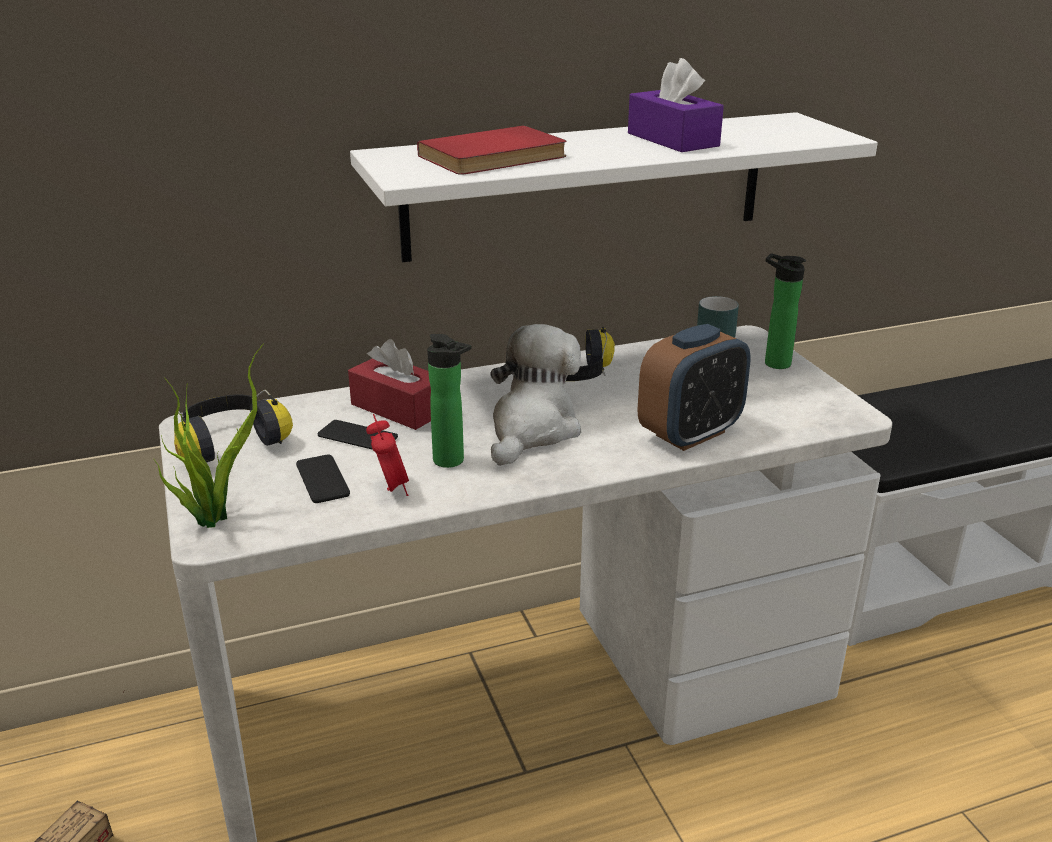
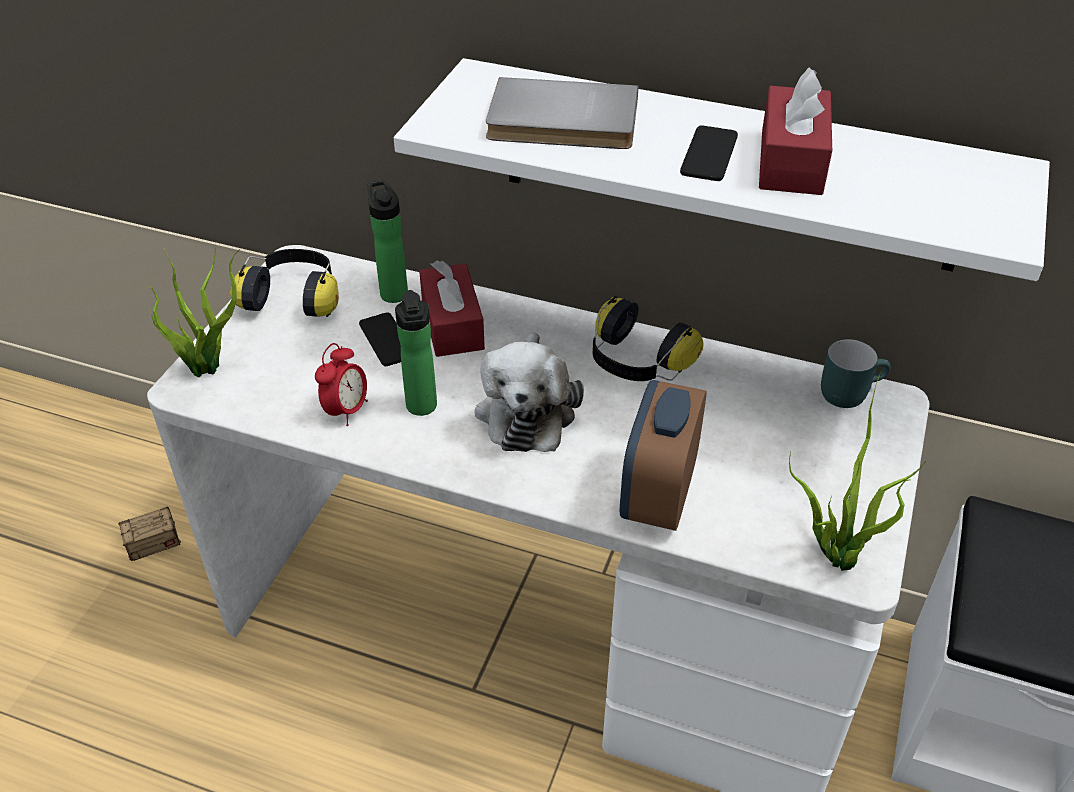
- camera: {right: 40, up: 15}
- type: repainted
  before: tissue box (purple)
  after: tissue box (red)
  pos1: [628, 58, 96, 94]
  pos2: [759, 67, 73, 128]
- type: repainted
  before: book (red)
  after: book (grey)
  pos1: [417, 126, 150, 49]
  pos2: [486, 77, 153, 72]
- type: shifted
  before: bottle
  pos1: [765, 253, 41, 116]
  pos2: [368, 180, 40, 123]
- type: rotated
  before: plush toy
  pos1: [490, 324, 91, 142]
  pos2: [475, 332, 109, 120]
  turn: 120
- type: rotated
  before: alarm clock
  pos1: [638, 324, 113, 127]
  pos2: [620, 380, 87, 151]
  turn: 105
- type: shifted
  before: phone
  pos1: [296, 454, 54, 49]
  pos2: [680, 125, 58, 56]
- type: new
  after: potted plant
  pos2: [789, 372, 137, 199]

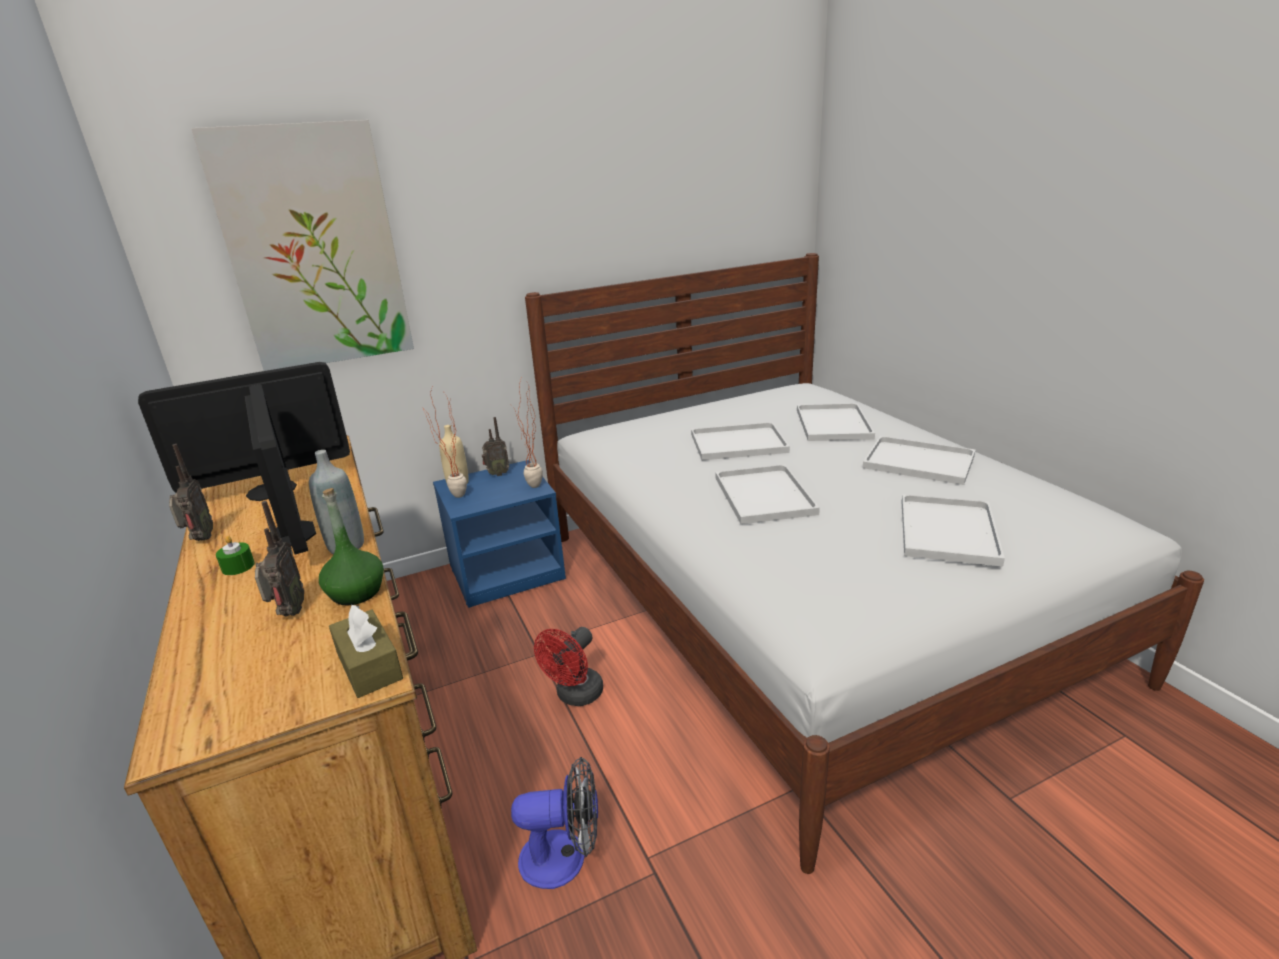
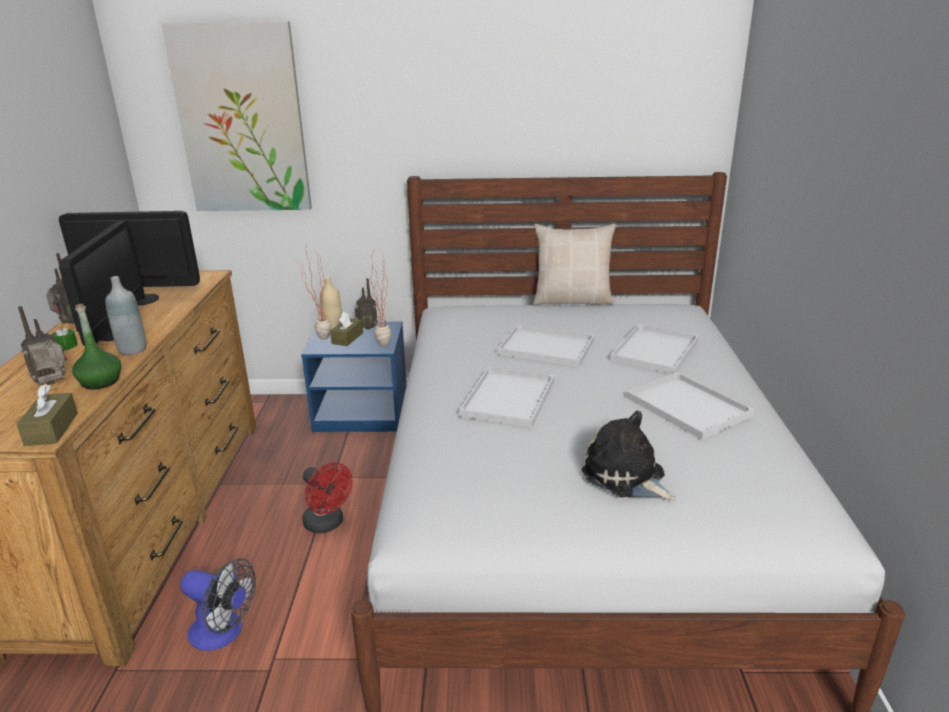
- camera: {right: 25, up: 0}
- type: swapped
  before: tray (white)
  after: plush toy
  pos1: [901, 494, 104, 72]
  pos2: [581, 411, 95, 89]
- type: rotated
  before: radio
  pos1: [255, 501, 49, 115]
  pos2: [18, 306, 49, 79]
  turn: -150
- type: rotated
  before: fan (red)
  pos1: [534, 627, 69, 79]
  pos2: [302, 462, 51, 72]
  turn: -105
- type: new
  after: pillow (beige)
  pos2: [533, 224, 83, 81]
- type: new
  after: tissue box (brown)
  pos2: [330, 312, 33, 34]

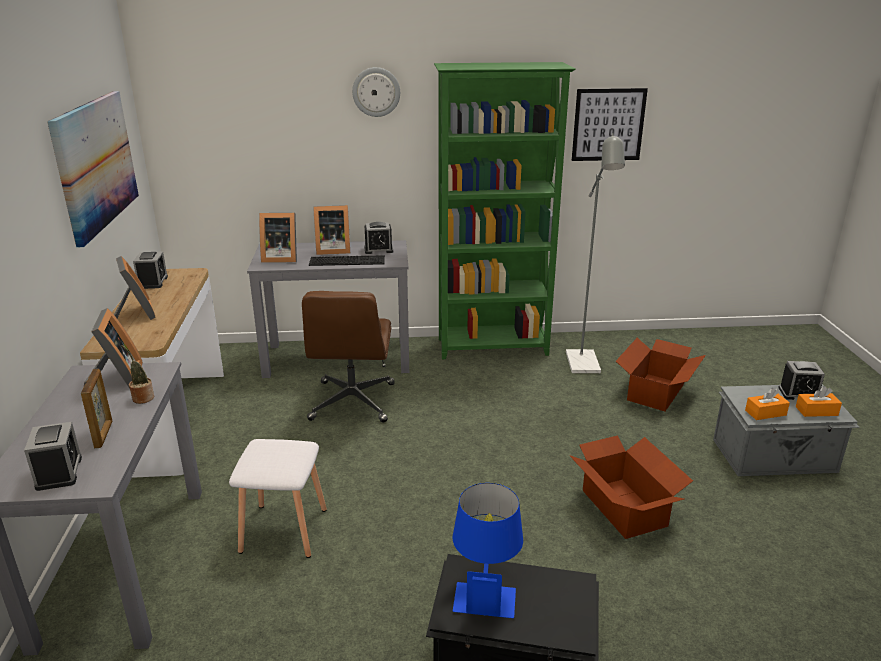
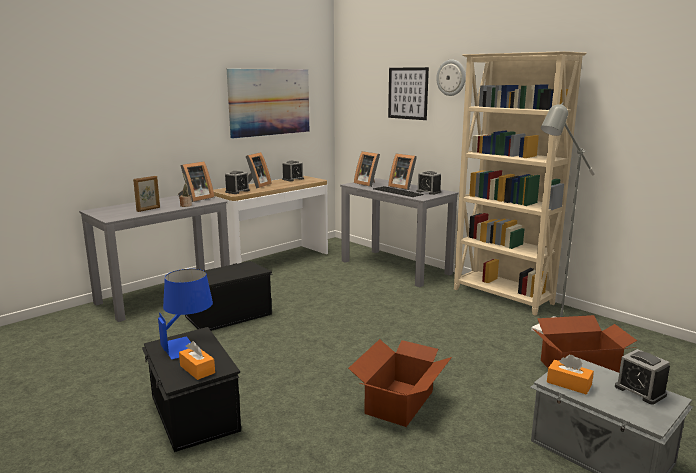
- camera: {right: 50, up: -10}
- type: repainted
  before: bookcase (green)
  after: bookcase (beige)
  pos1: [434, 62, 142, 297]
  pos2: [454, 51, 133, 265]
- type: shifted
  before: picture
  pos1: [572, 88, 76, 73]
  pos2: [388, 67, 41, 53]
- type: gone
  before: office chair (brown)
  pos1: [302, 291, 93, 131]
- type: shifted
  before: tissue box (orange)
  pos1: [796, 386, 46, 31]
  pos2: [179, 341, 36, 39]
- type: shifted
  before: alarm clock
  pos1: [24, 422, 58, 69]
  pos2: [225, 171, 25, 23]
- type: swapped
  before: stool (white)
  after: storage box (black)
  pos1: [229, 439, 98, 119]
  pos2: [185, 261, 88, 70]

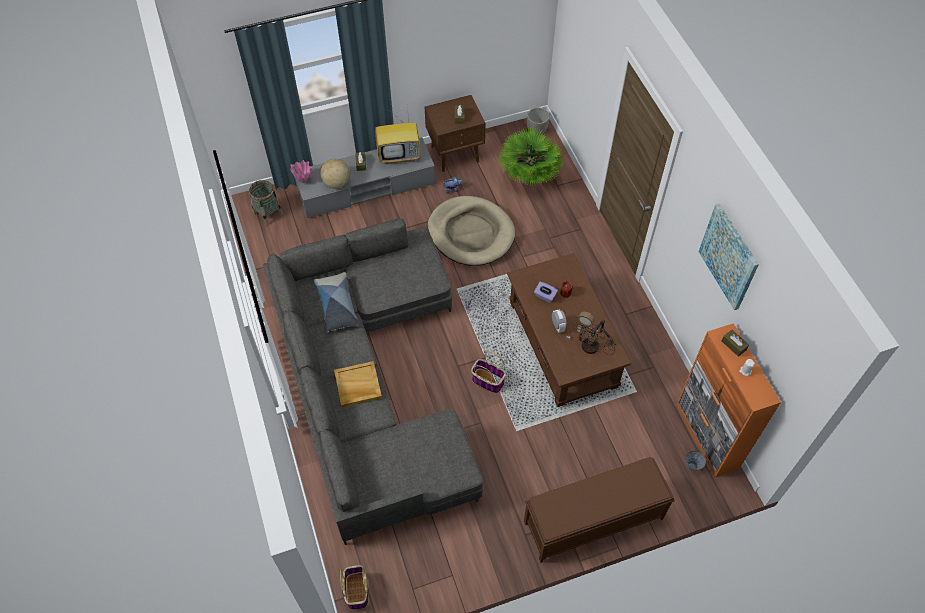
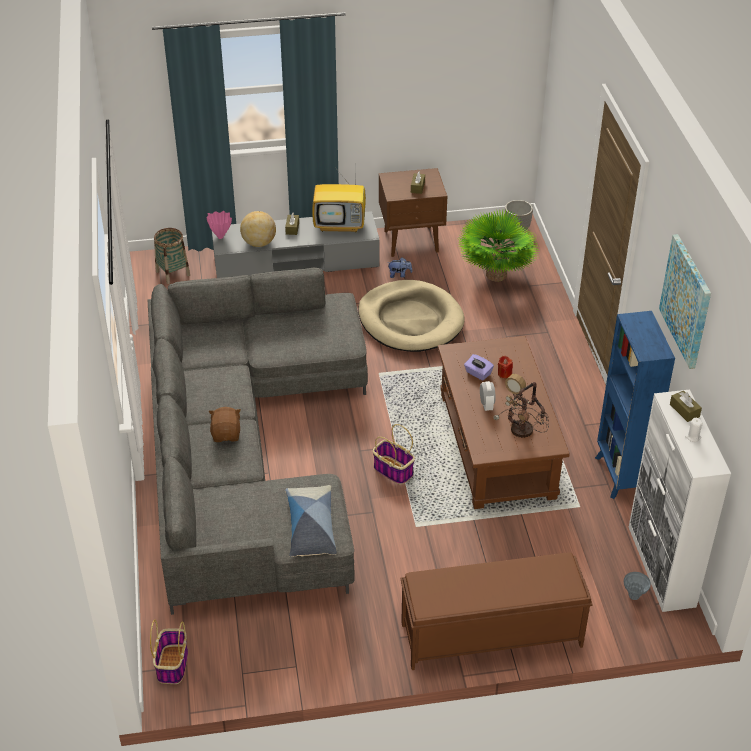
- camera: {right: 10, up: -15}
- type: shifted
  before: pillow
  pos1: [314, 272, 45, 60]
  pos2: [285, 485, 52, 72]
- type: repainted
  before: cabinet (orange)
  after: cabinet (white)
  pos1: [676, 323, 105, 154]
  pos2: [629, 389, 102, 223]
- type: swapped
  before: tray (beige)
  after: plush toy (brown)
  pos1: [334, 361, 48, 47]
  pos2: [208, 407, 33, 35]
- type: new
  after: bookcase (blue)
  pos2: [595, 311, 80, 188]

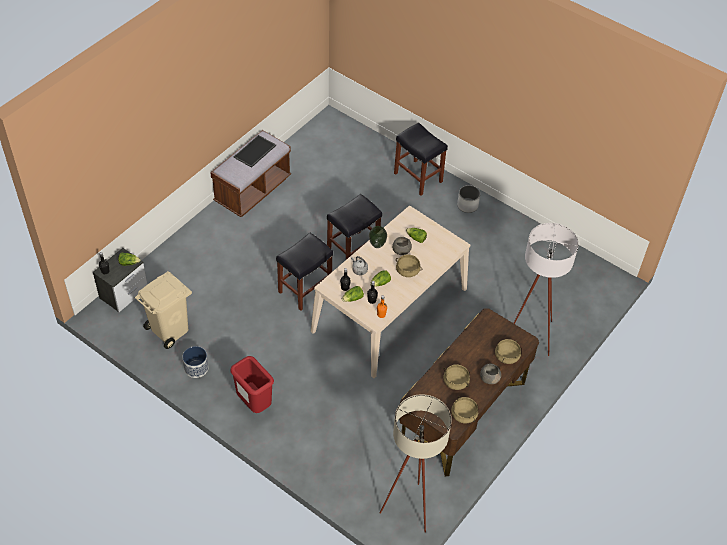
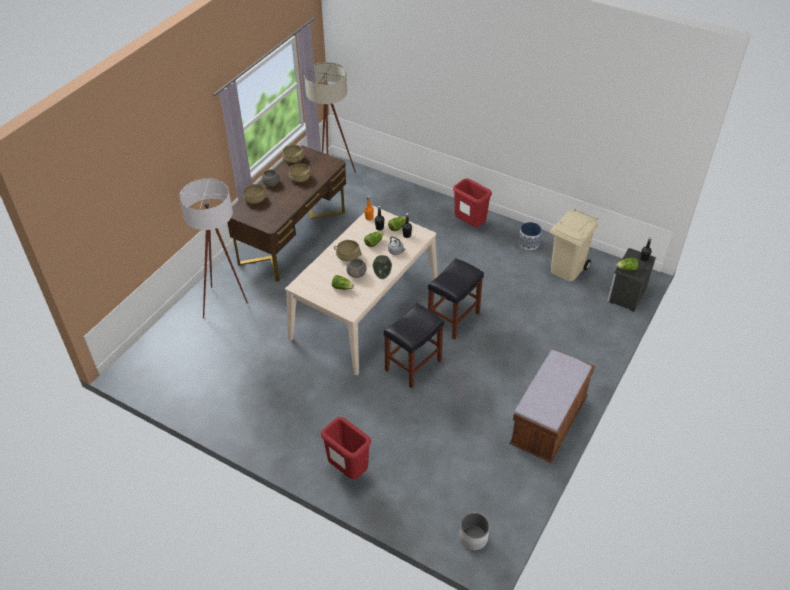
- camera: {right: 175, up: -5}
- type: swapped
  before: stool (black)
  after: trash can (red)
  pos1: [394, 123, 54, 73]
  pos2: [321, 417, 50, 62]
- type: gone
  before: tray
  pos1: [234, 135, 42, 33]
- type: shifted
  before: planter (white)
  pos1: [457, 185, 23, 28]
  pos2: [459, 513, 31, 38]

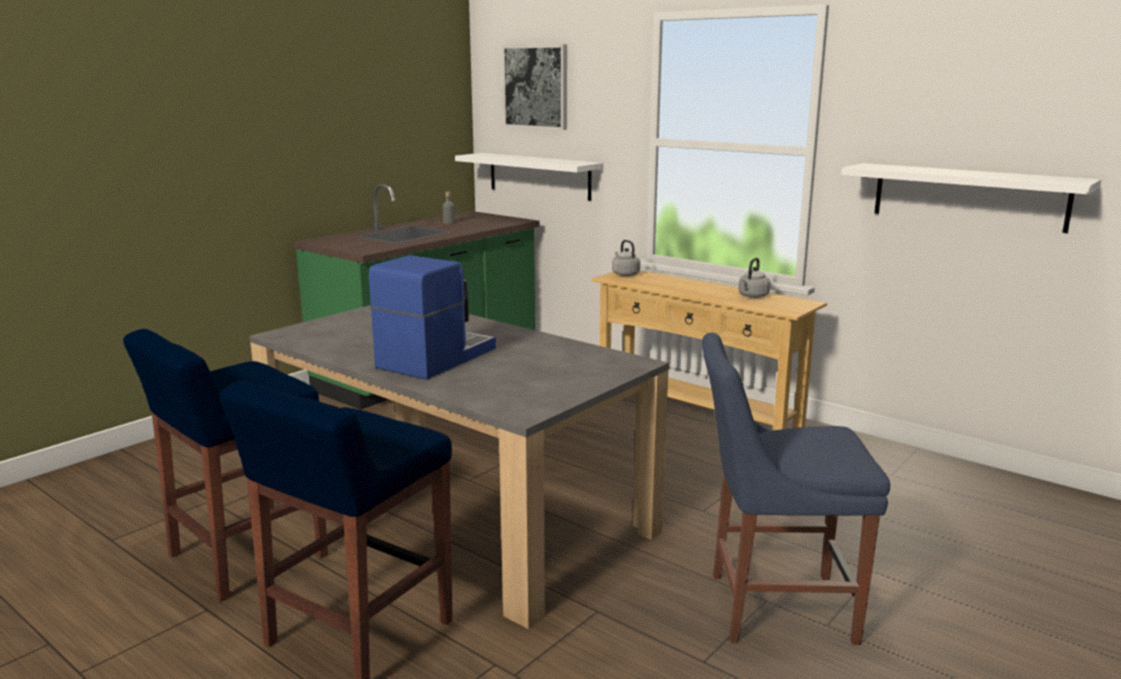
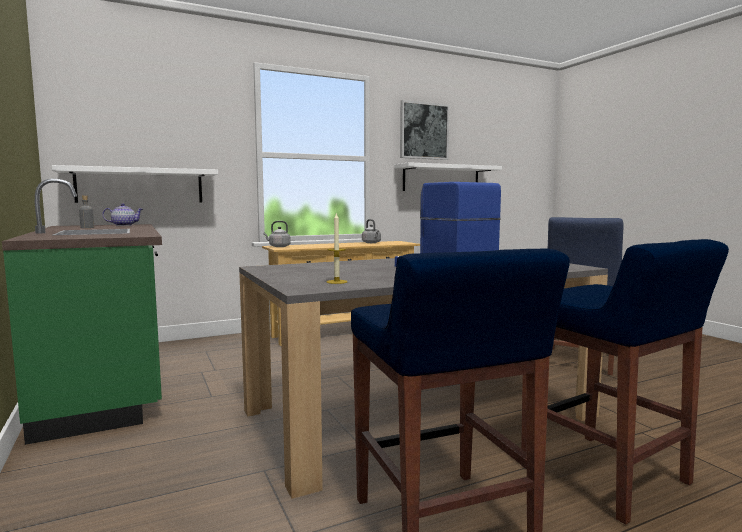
- camera: {right: -65, up: -10}
- type: shifted
  before: picture
  pos1: [502, 44, 65, 86]
  pos2: [400, 100, 49, 60]
- type: new
  after: teapot
  pos2: [102, 203, 41, 23]
- type: new
  after: candle
  pos2: [326, 213, 21, 71]

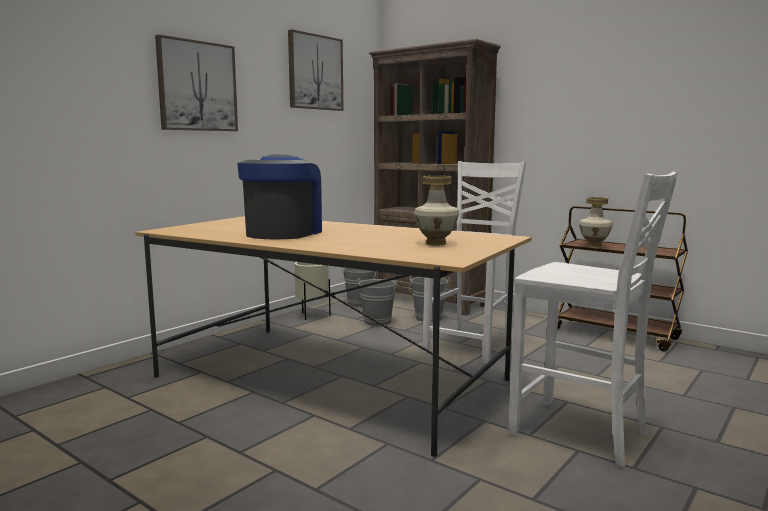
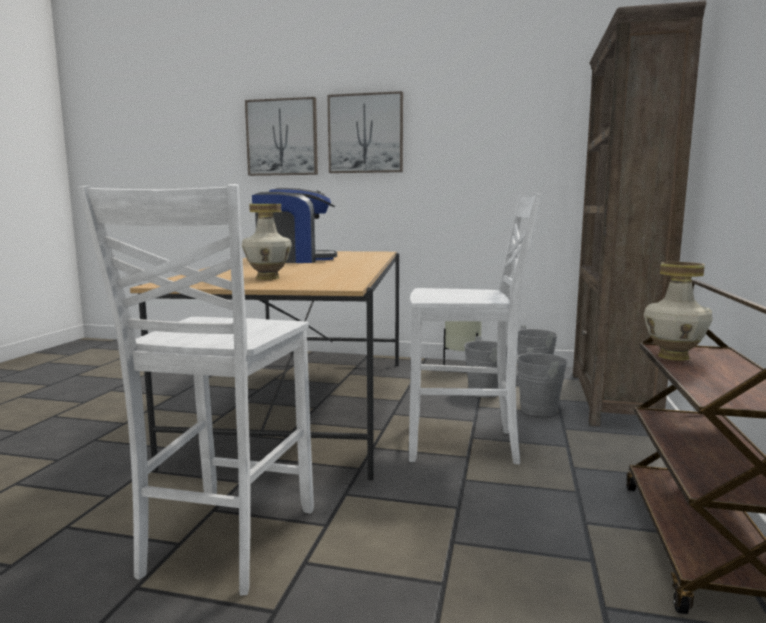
- camera: {right: 65, up: 0}
- type: shifted
  before: picture
  pos1: [288, 29, 56, 82]
  pos2: [245, 97, 73, 79]

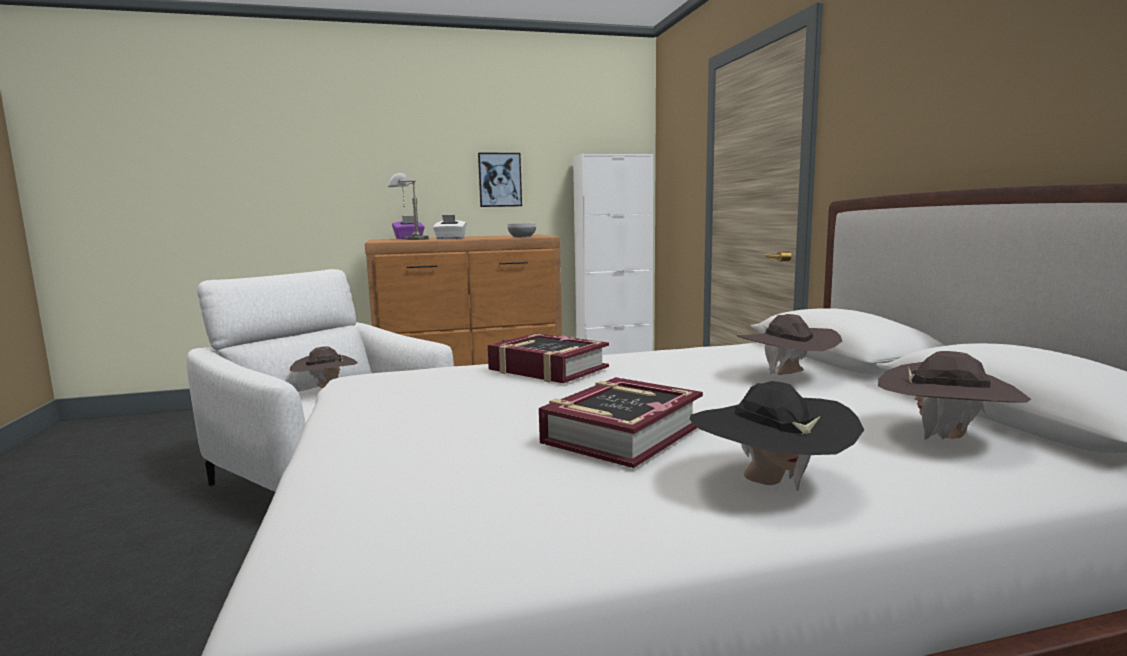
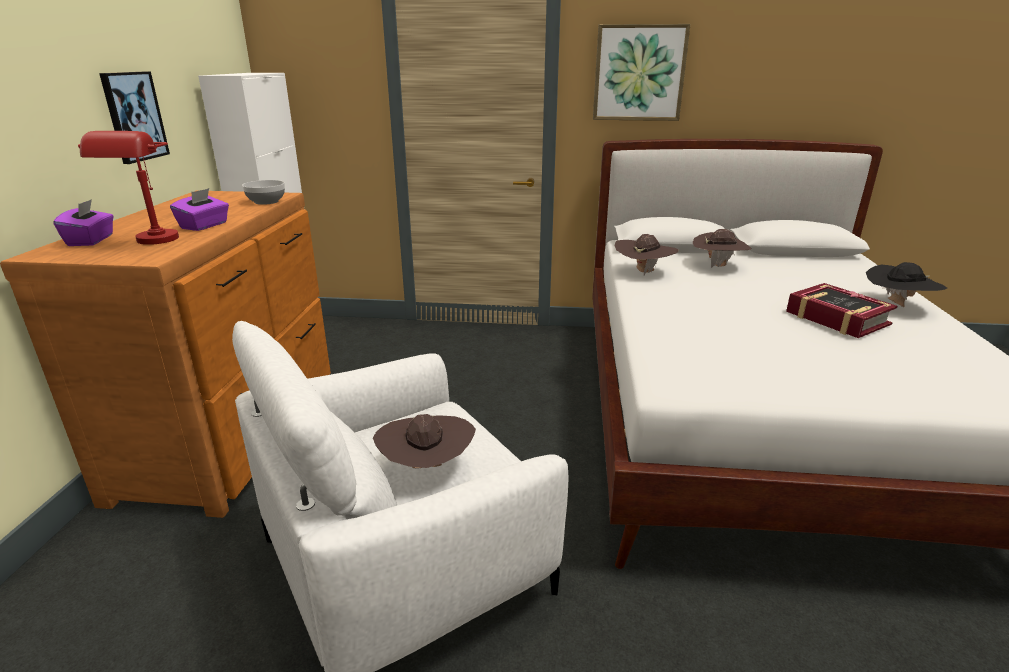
- camera: {right: -70, up: 15}
- type: repainted
  before: table lamp (grey)
  after: table lamp (red)
  pos1: [388, 173, 41, 67]
  pos2: [78, 131, 101, 114]
- type: repainted
  before: tissue box (white)
  after: tissue box (purple)
  pos1: [433, 215, 33, 24]
  pos2: [170, 188, 59, 43]
- type: gone
  before: book
  pos1: [488, 333, 121, 50]
- type: shifted
  before: hat (brown)
  pos1: [878, 351, 153, 89]
  pos2: [615, 234, 64, 41]
- type: new
  after: picture
  pos2: [593, 24, 98, 97]

